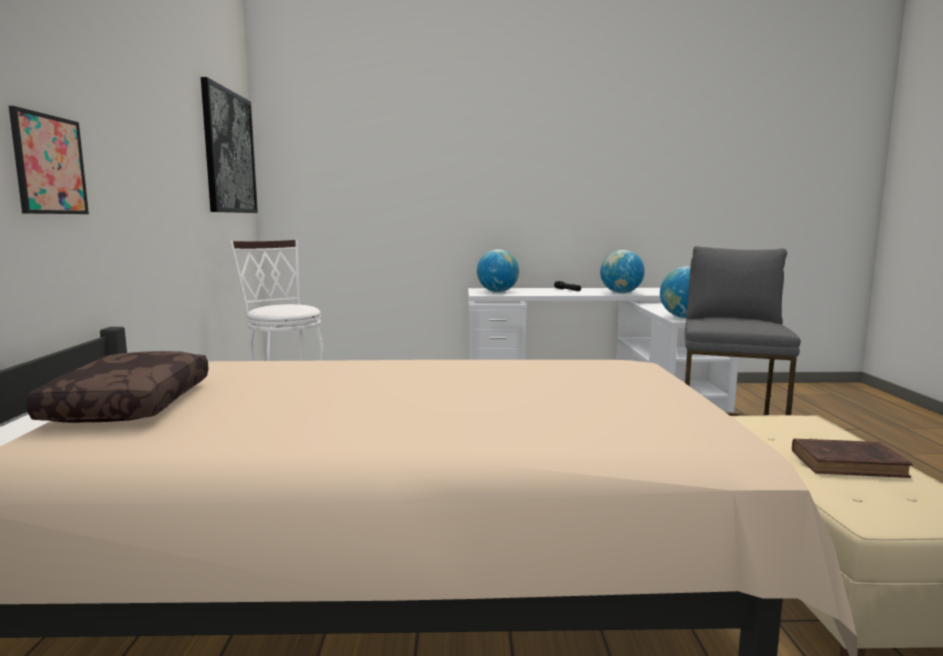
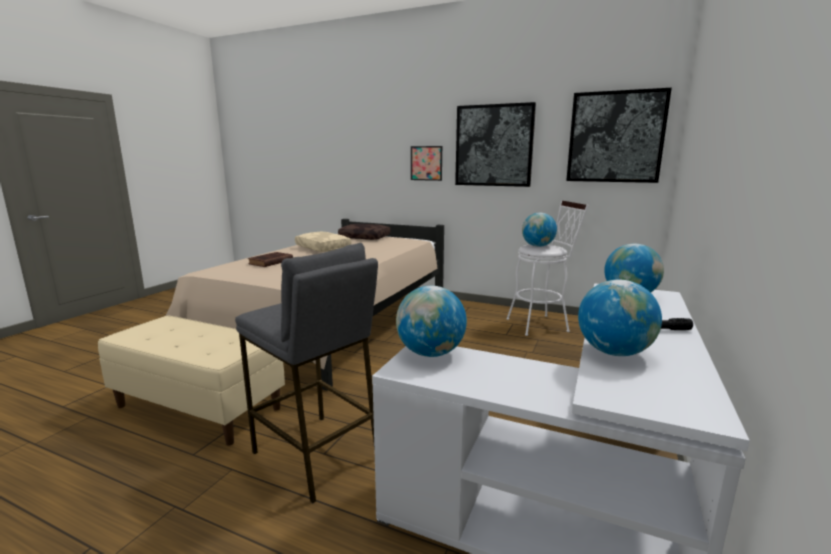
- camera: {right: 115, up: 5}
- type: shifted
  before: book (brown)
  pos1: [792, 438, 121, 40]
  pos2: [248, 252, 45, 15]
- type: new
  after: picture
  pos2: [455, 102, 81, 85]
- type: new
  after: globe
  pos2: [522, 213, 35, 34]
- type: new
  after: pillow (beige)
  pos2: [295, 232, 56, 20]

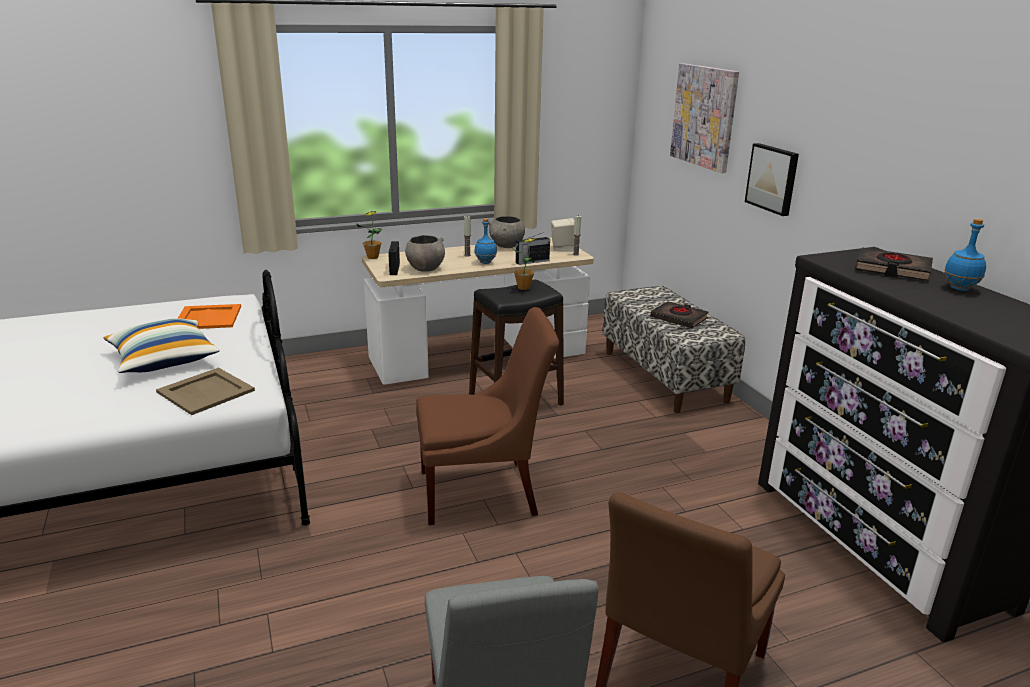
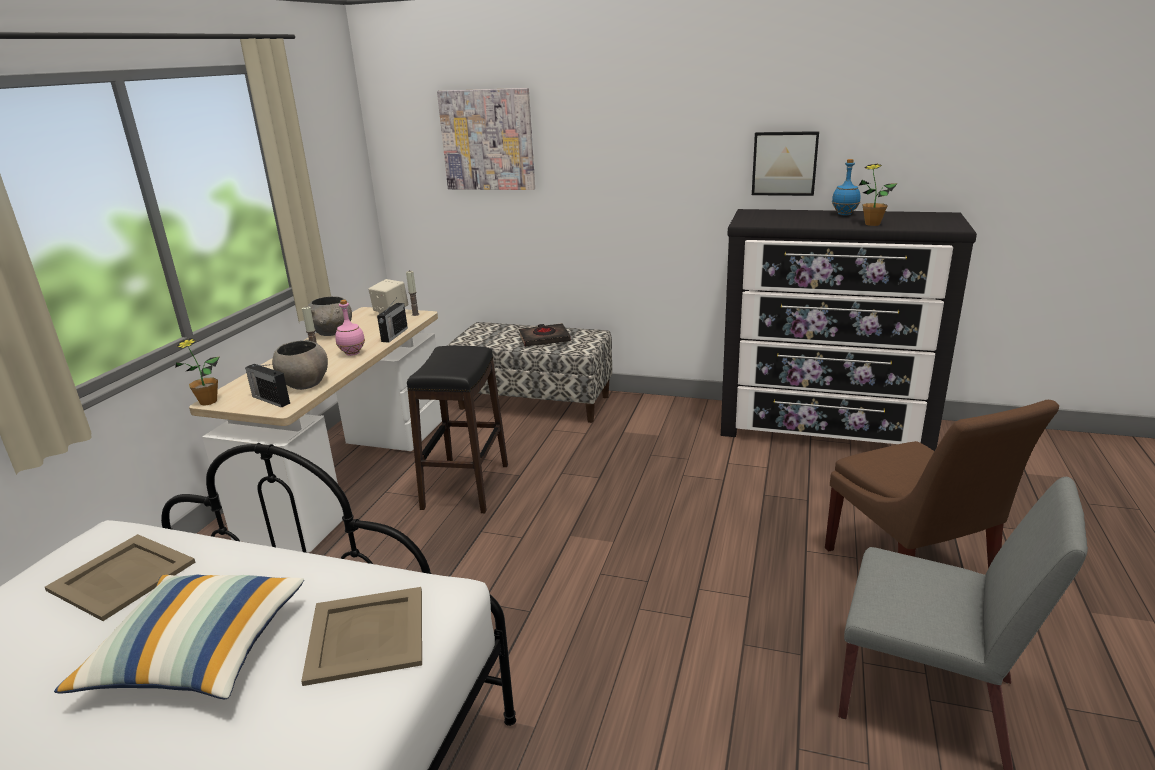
- camera: {right: -50, up: 0}
- type: shifted
  before: picture
  pos1: [745, 143, 54, 73]
  pos2: [752, 131, 67, 65]
- type: repainted
  before: bottle (blue)
  after: bottle (pink)
  pos1: [474, 218, 23, 46]
  pos2: [335, 300, 30, 56]
- type: shifted
  before: potted plant
  pos1: [513, 238, 22, 52]
  pos2: [859, 164, 39, 62]
- type: gone
  before: book (black)
  pos1: [855, 248, 78, 33]
- type: repainted
  before: tray (orange)
  after: tray (beige)
  pos1: [178, 304, 63, 25]
  pos2: [45, 534, 150, 87]
- type: gone
  before: chair (brown)
  pos1: [416, 307, 143, 218]

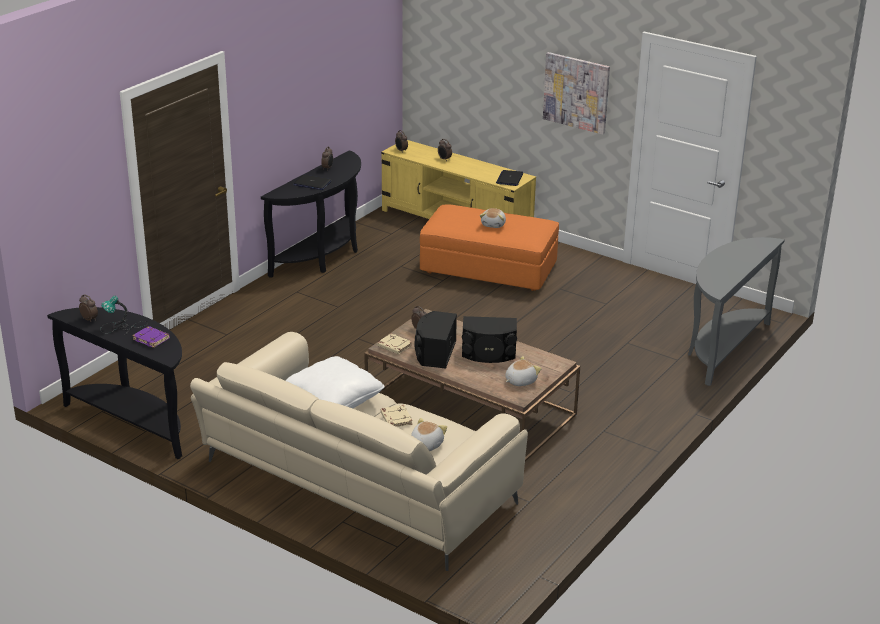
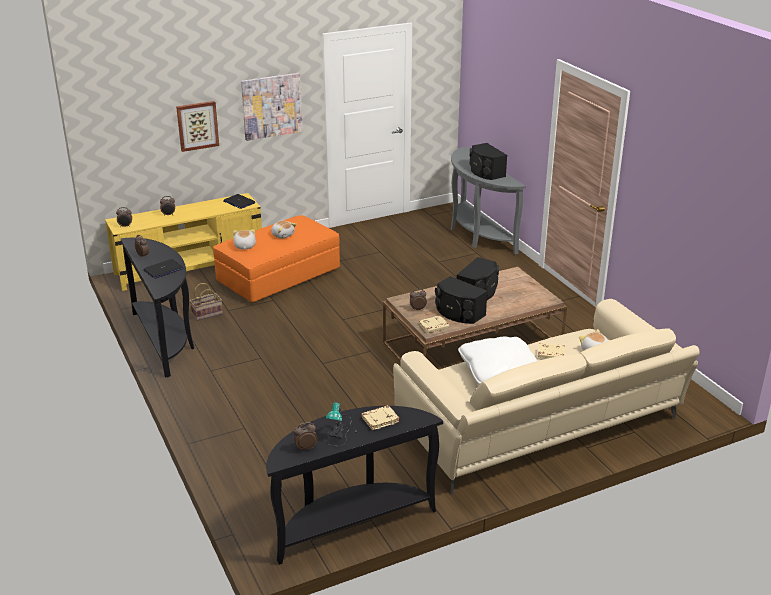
- camera: {right: -60, up: 0}
- type: repainted
  before: book (purple)
  after: book (beige)
  pos1: [132, 326, 38, 22]
  pos2: [361, 405, 39, 25]
- type: shifted
  before: plush toy
  pos1: [505, 356, 37, 30]
  pos2: [233, 229, 23, 21]
- type: new
  after: picture
  pos2: [176, 101, 43, 51]
- type: new
  after: speaker (black)
  pos2: [470, 143, 37, 37]
- type: new
  after: basket
  pos2: [190, 283, 33, 38]

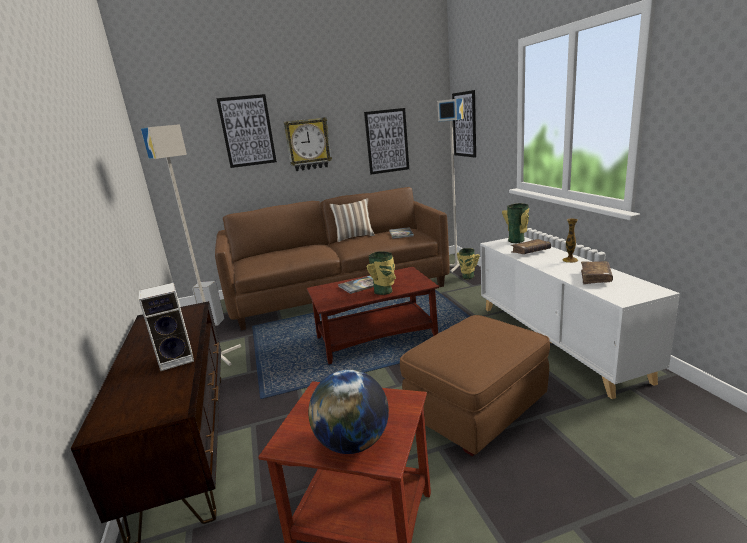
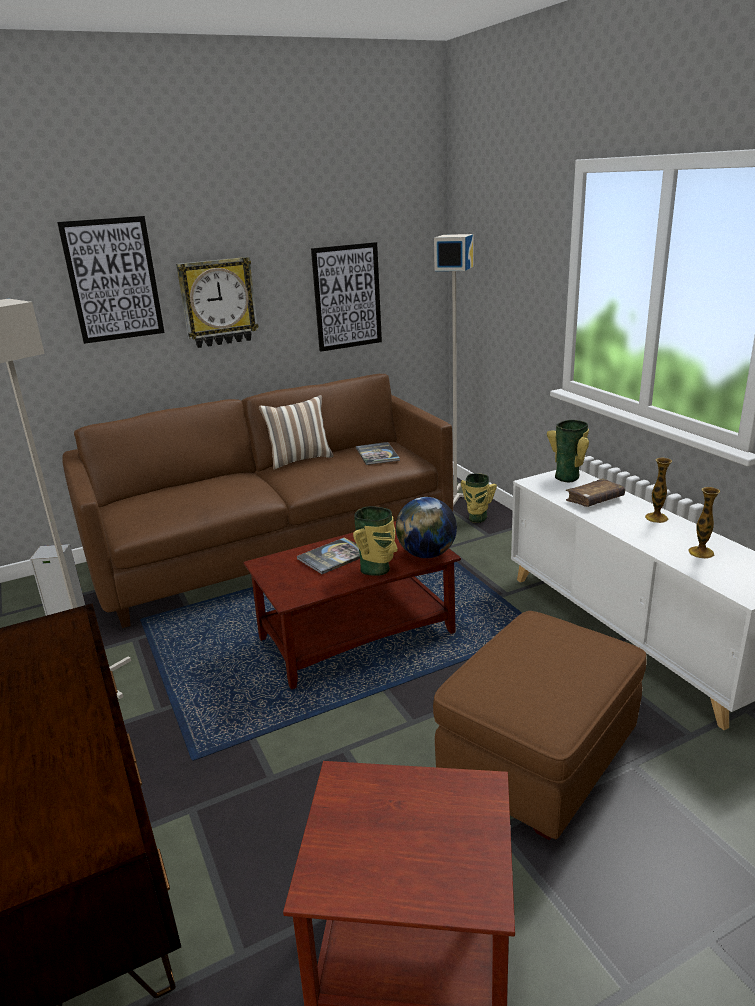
- camera: {right: -10, up: 5}
- type: gone
  before: picture
  pos1: [452, 90, 24, 68]
- type: swapped
  before: book (brown)
  after: vase
  pos1: [581, 261, 32, 23]
  pos2: [688, 487, 32, 72]
- type: gone
  before: speaker
  pos1: [139, 283, 55, 88]
- type: shifted
  before: globe
  pos1: [308, 370, 81, 84]
  pos2: [396, 497, 61, 61]

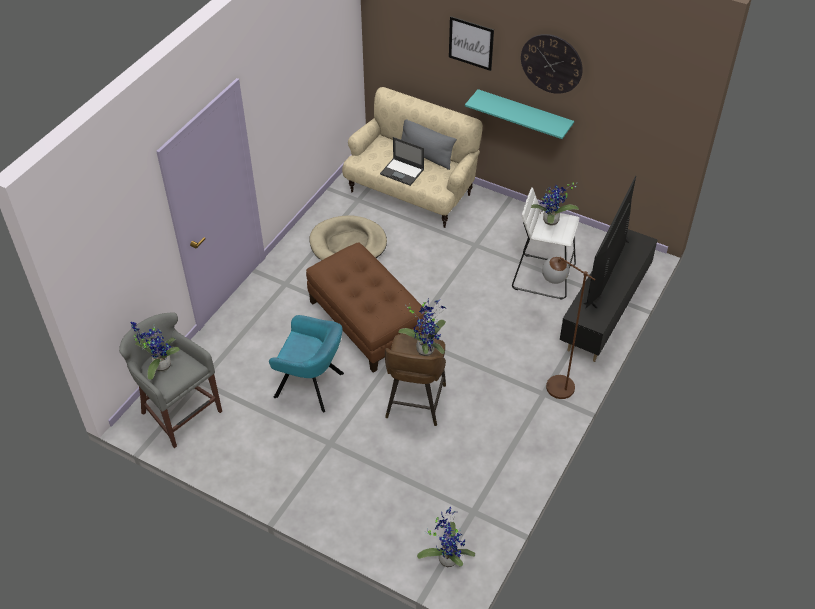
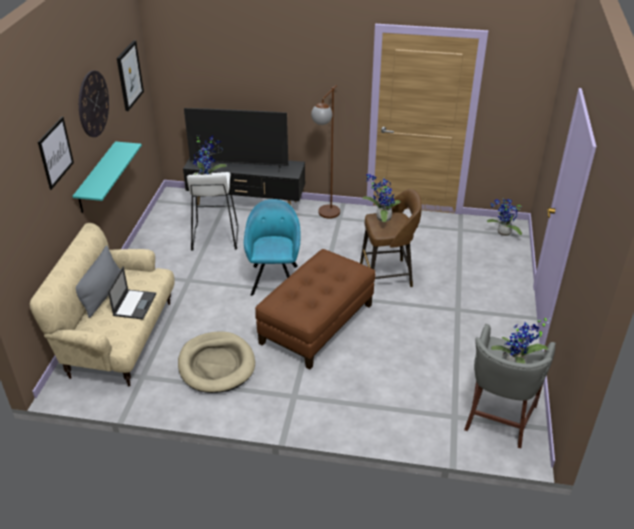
- camera: {right: -110, up: -10}
- type: shifted
  before: armchair (turquoise)
  pos1: [269, 315, 75, 97]
  pos2: [244, 199, 56, 97]
- type: new
  after: picture
  pos2: [117, 40, 27, 71]

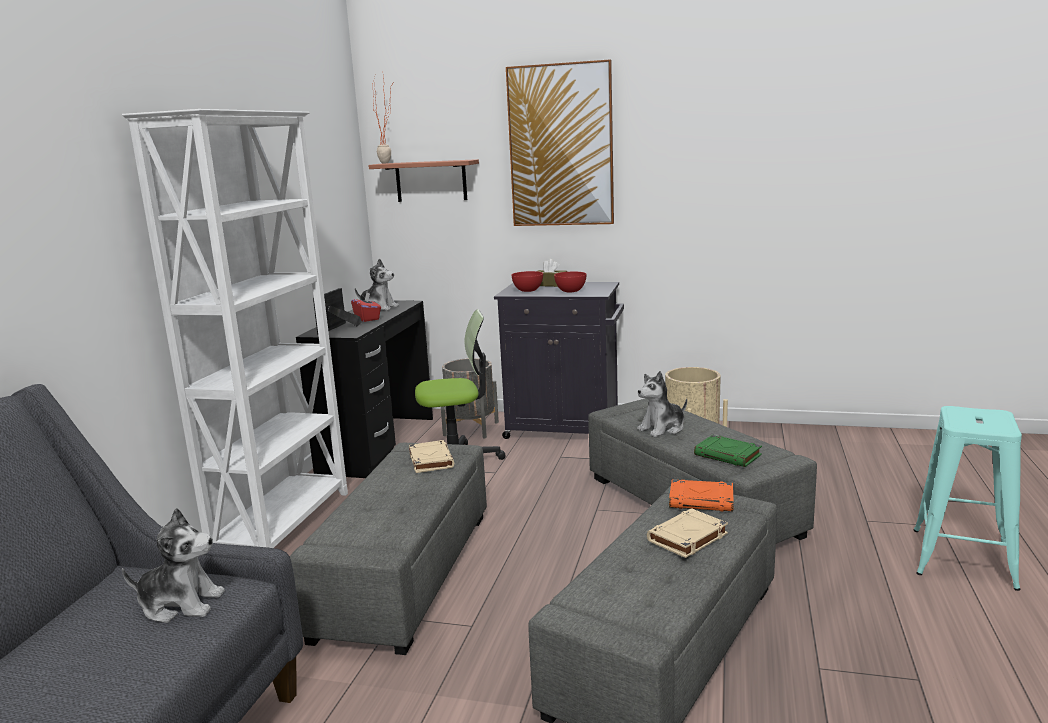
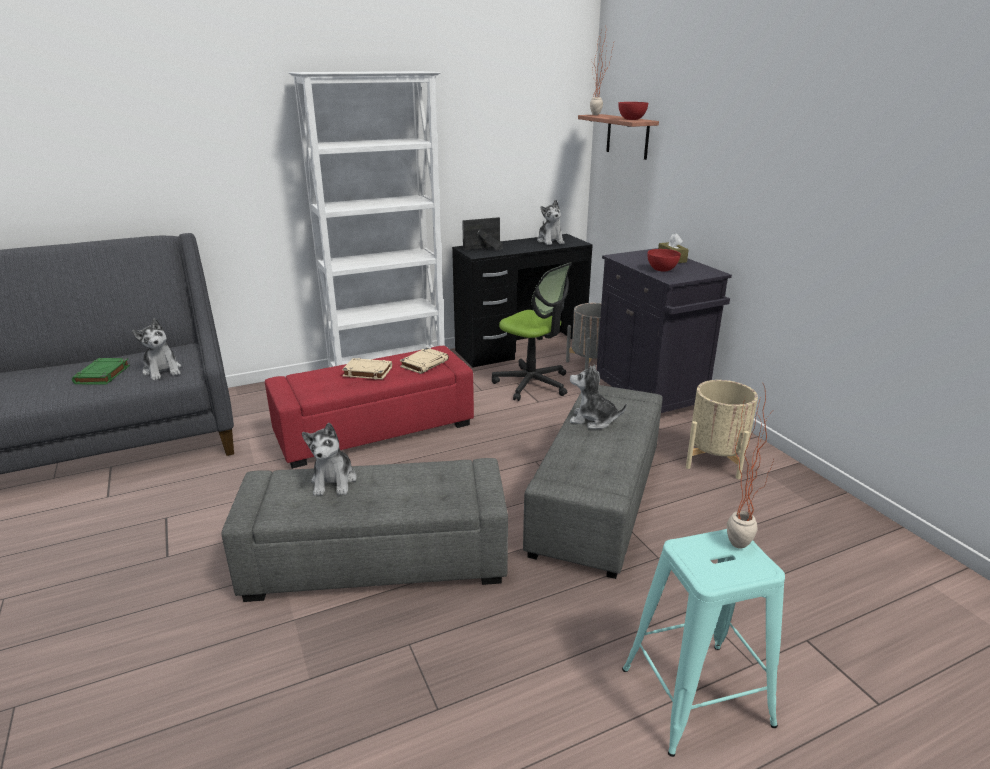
- camera: {right: 50, up: 10}
- type: gone
  before: picture
  pos1: [506, 59, 108, 167]
- type: shifted
  before: bowl (red)
  pos1: [511, 271, 32, 21]
  pos2: [618, 102, 30, 18]
- type: gone
  before: tissue box (red)
  pos1: [351, 292, 30, 30]
- type: shifted
  before: book (green)
  pos1: [694, 435, 68, 32]
  pos2: [72, 358, 58, 27]
- type: repainted
  before: ottoman (grey)
  after: ottoman (red)
  pos1: [290, 443, 197, 212]
  pos2: [265, 346, 209, 123]
- type: gone
  before: book (orange)
  pos1: [669, 479, 65, 32]
- type: shifted
  before: book (beige)
  pos1: [647, 508, 81, 50]
  pos2: [342, 358, 50, 22]
- type: new
  after: potted plant
  pos2: [727, 384, 47, 165]
- type: new
  after: plush toy
  pos2: [302, 423, 55, 73]

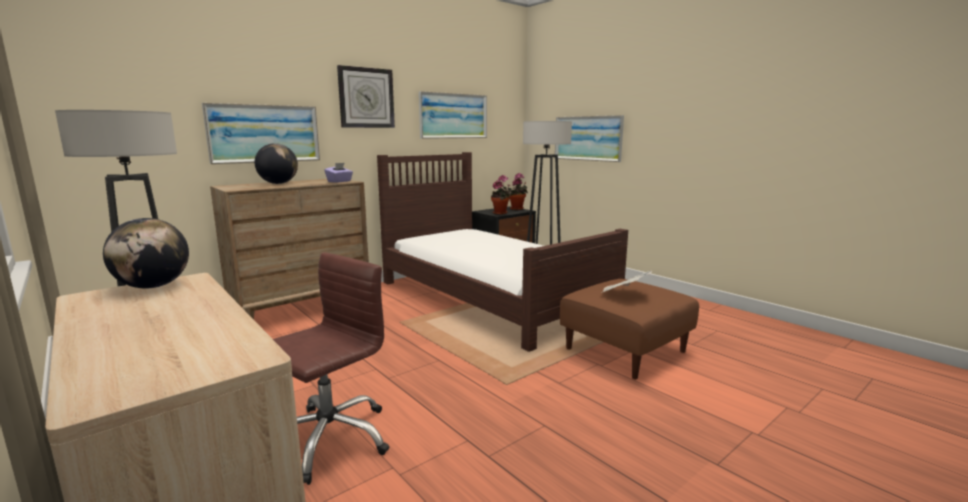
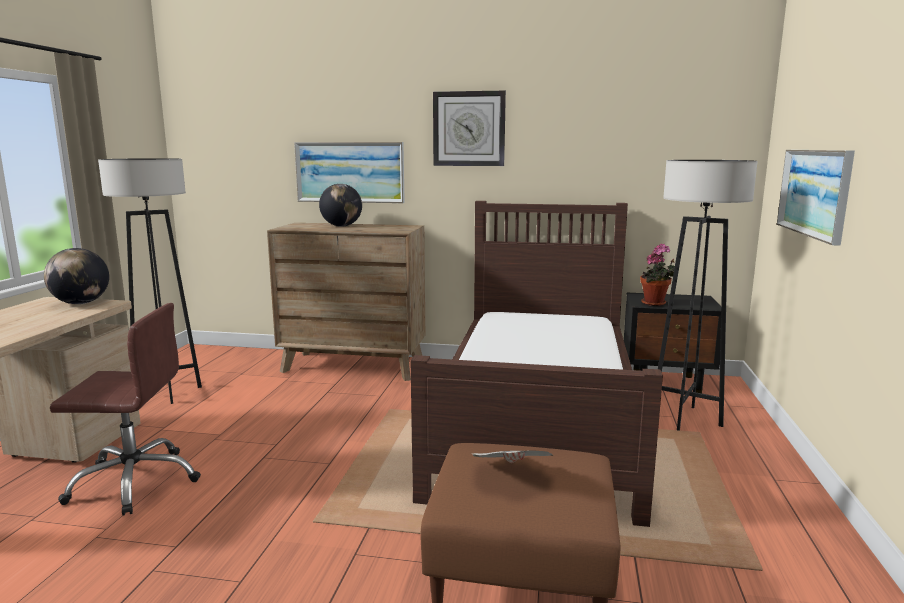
- camera: {right: 50, up: 0}
- type: gone
  before: picture
  pos1: [419, 91, 68, 48]
- type: gone
  before: tissue box (purple)
  pos1: [324, 163, 29, 20]
- type: gone
  before: potted plant
  pos1: [509, 173, 19, 37]

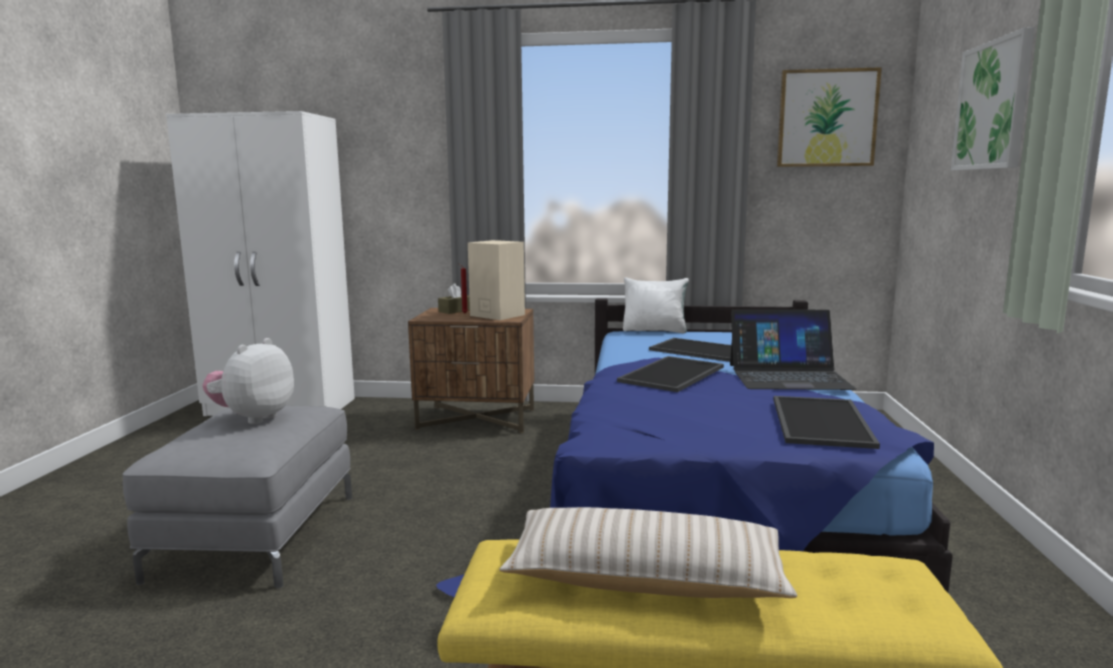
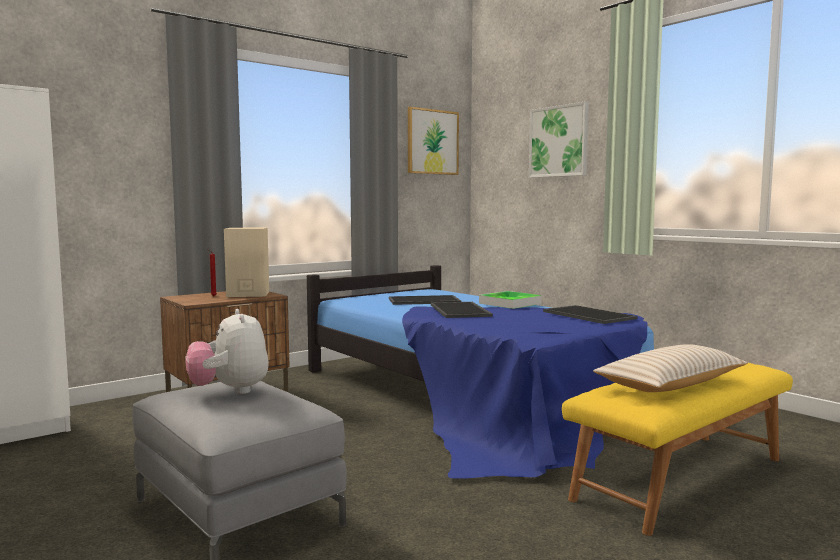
- camera: {right: -45, up: -5}
- type: gone
  before: pillow (white)
  pos1: [623, 278, 66, 55]
- type: gone
  before: tissue box (brown)
  pos1: [438, 283, 32, 31]
- type: swapped
  before: laptop
  after: tray
  pos1: [730, 310, 127, 80]
  pos2: [479, 291, 63, 18]

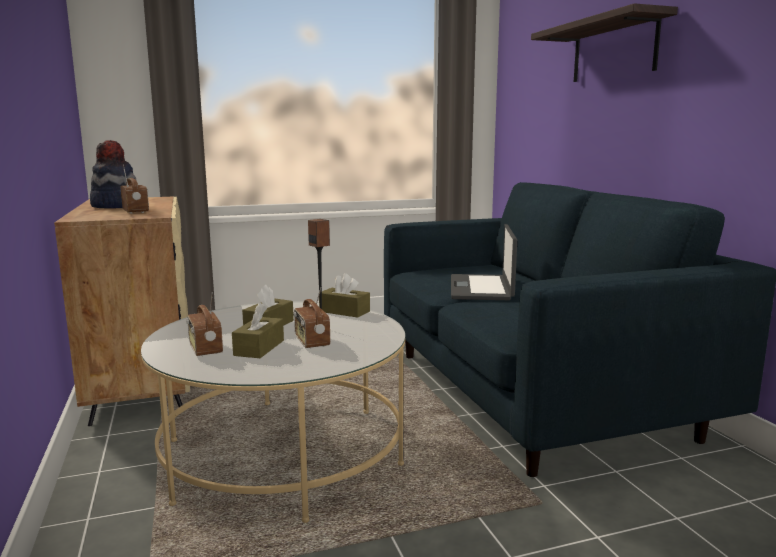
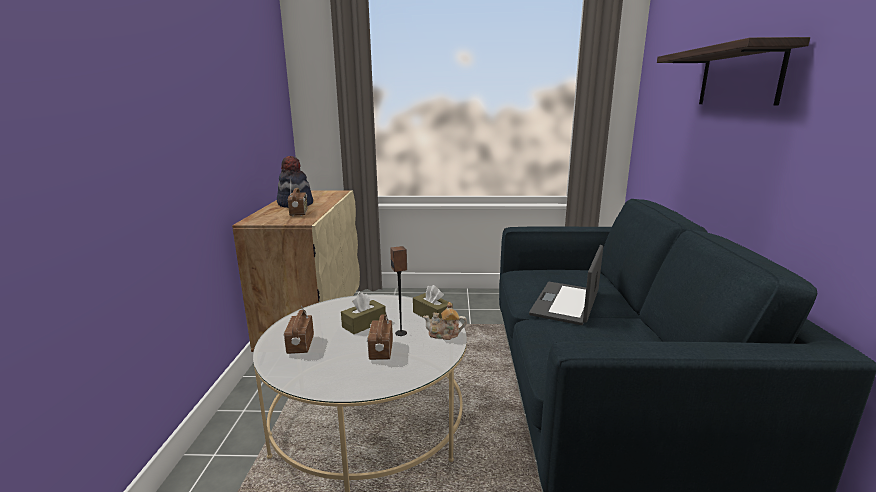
- camera: {right: 20, up: 5}
- type: gone
  before: tissue box (brown)
  pos1: [232, 303, 52, 55]
- type: new
  after: teapot
  pos2: [423, 302, 44, 38]

